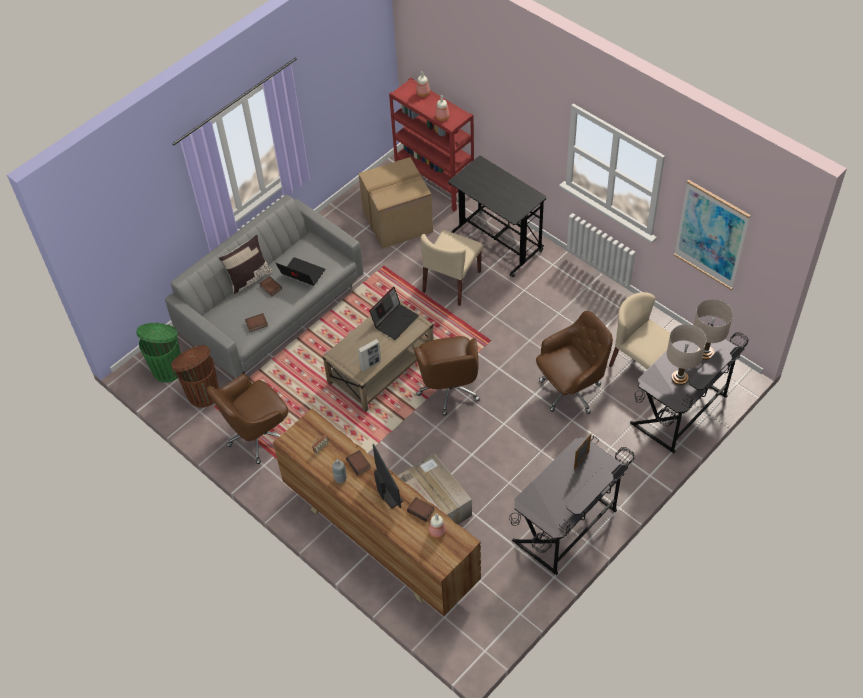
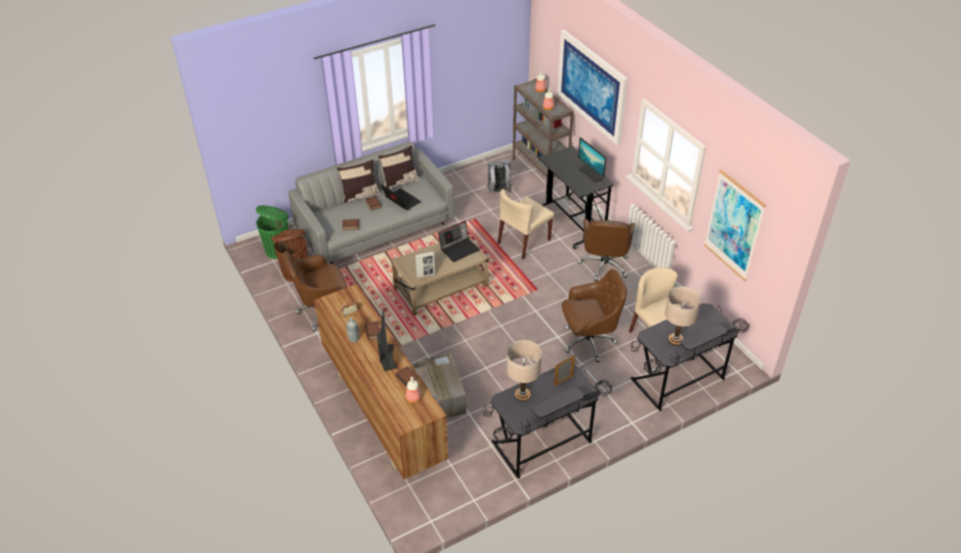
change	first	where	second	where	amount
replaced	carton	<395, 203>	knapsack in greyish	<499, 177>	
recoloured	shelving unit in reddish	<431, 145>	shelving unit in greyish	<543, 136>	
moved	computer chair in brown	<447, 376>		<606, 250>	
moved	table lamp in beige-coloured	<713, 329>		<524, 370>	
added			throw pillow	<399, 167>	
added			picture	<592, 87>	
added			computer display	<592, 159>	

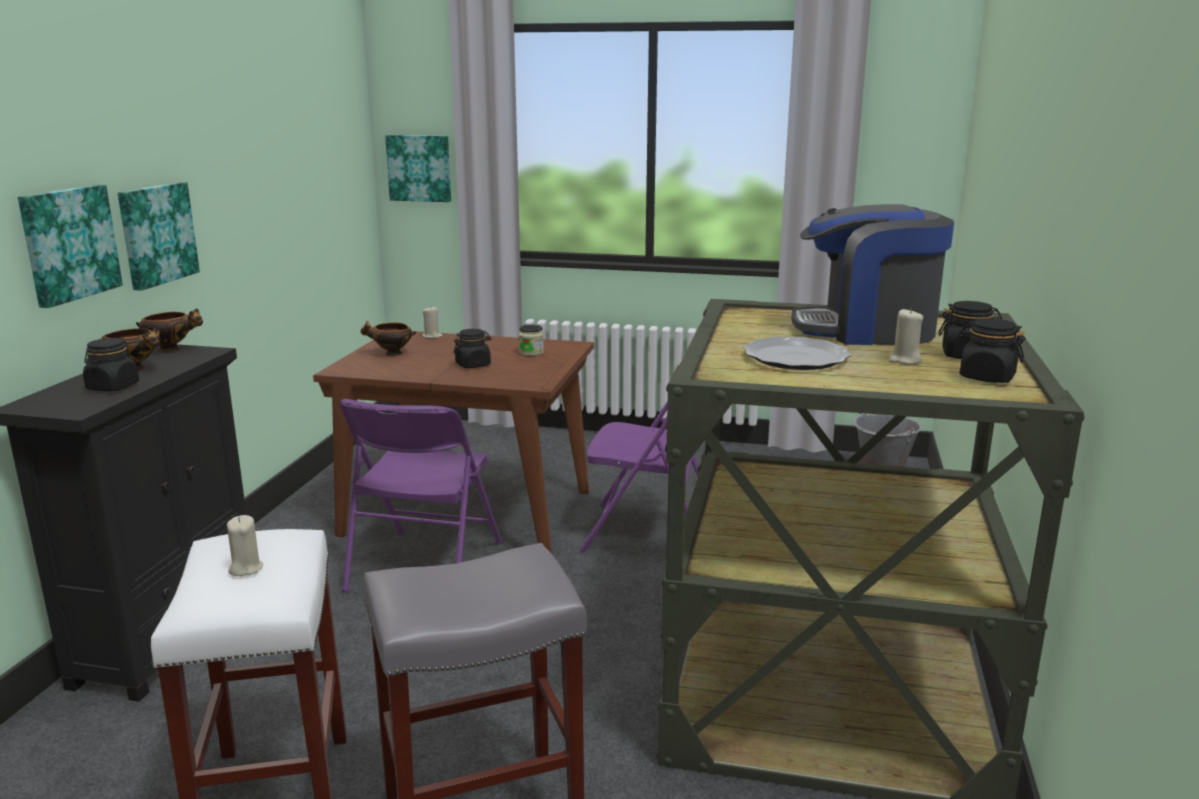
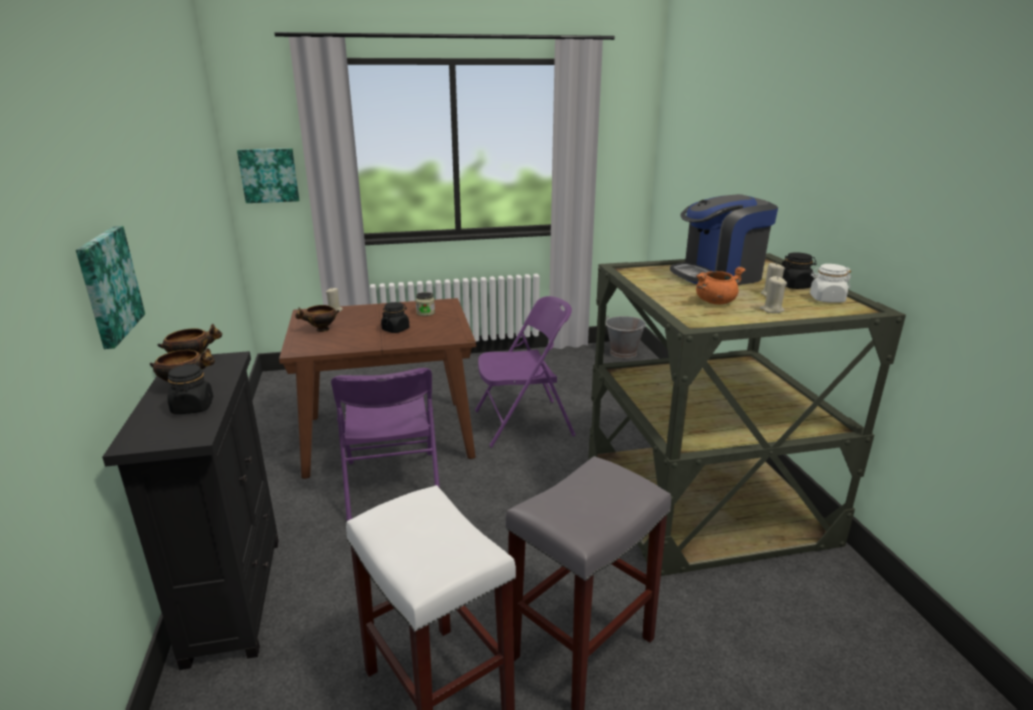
change	first	where	second	where	amount
removed	picture	<159, 236>			
moved	candle in beige-coloured	<245, 545>		<773, 294>	
replaced	plate	<797, 353>	saucepot in orange	<721, 286>	
recoloured	preserve jar in black	<991, 350>	preserve jar in white	<831, 283>	

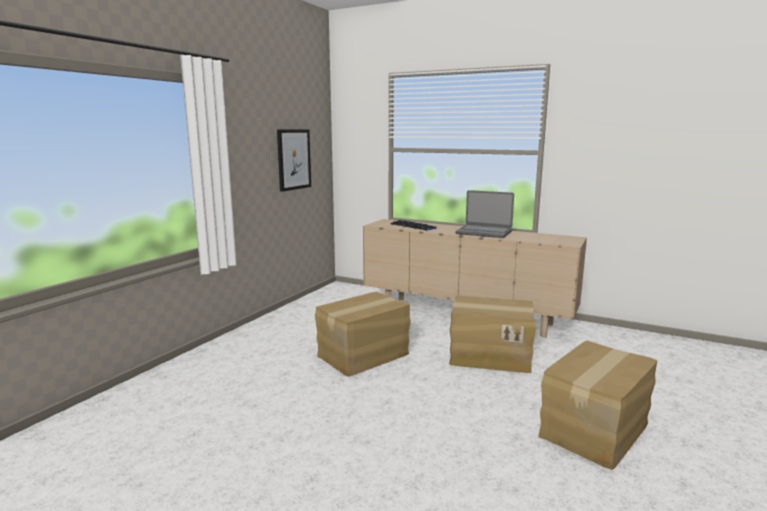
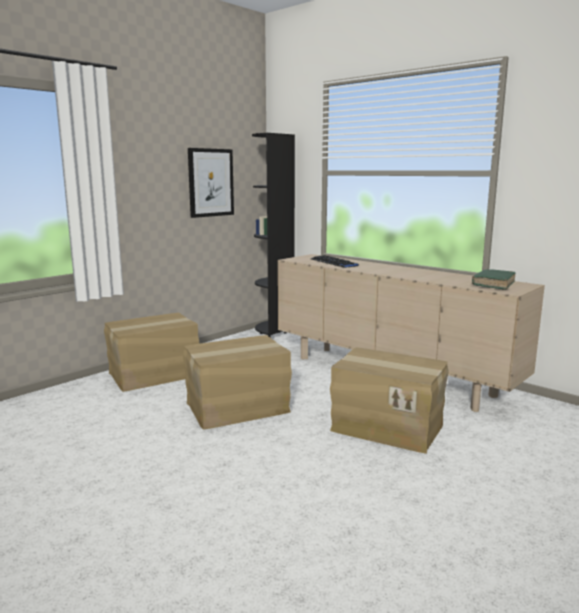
change	first	where	second	where	amount
removed	notebook computer	<484, 214>			
moved	carton	<597, 405>		<151, 352>	
added			shelving unit in black	<273, 235>	
added			bound book in green-coloured	<493, 279>	

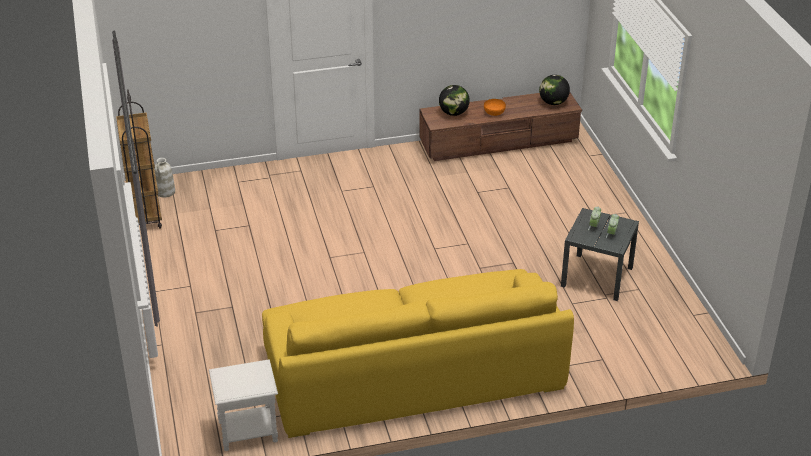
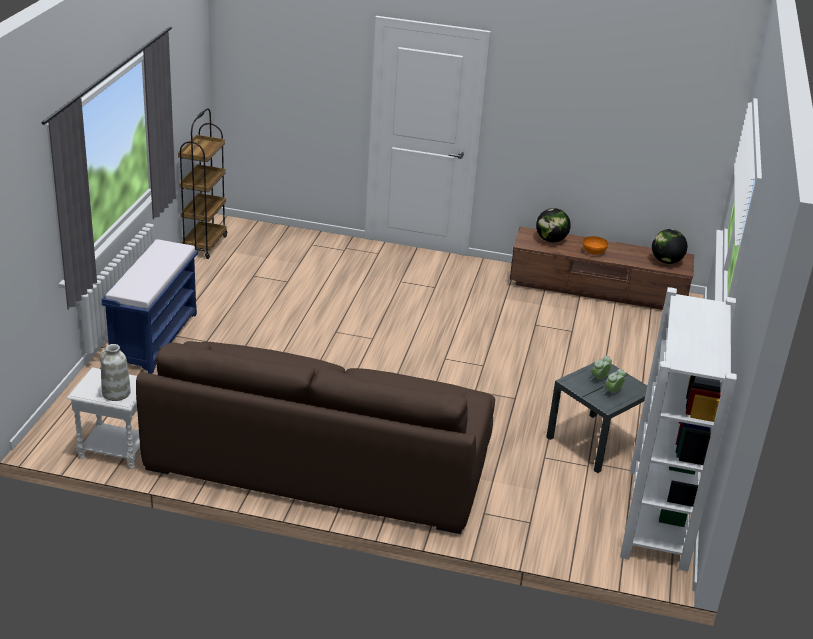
change	first	where	second	where	amount
moved	decorative vase in white	<164, 178>		<115, 372>	
recoloured	settee in yellowish	<418, 353>	settee in brown	<315, 437>	
added			indoor bench in blue-coloured	<150, 306>	
added			shelving unit in white	<678, 429>	

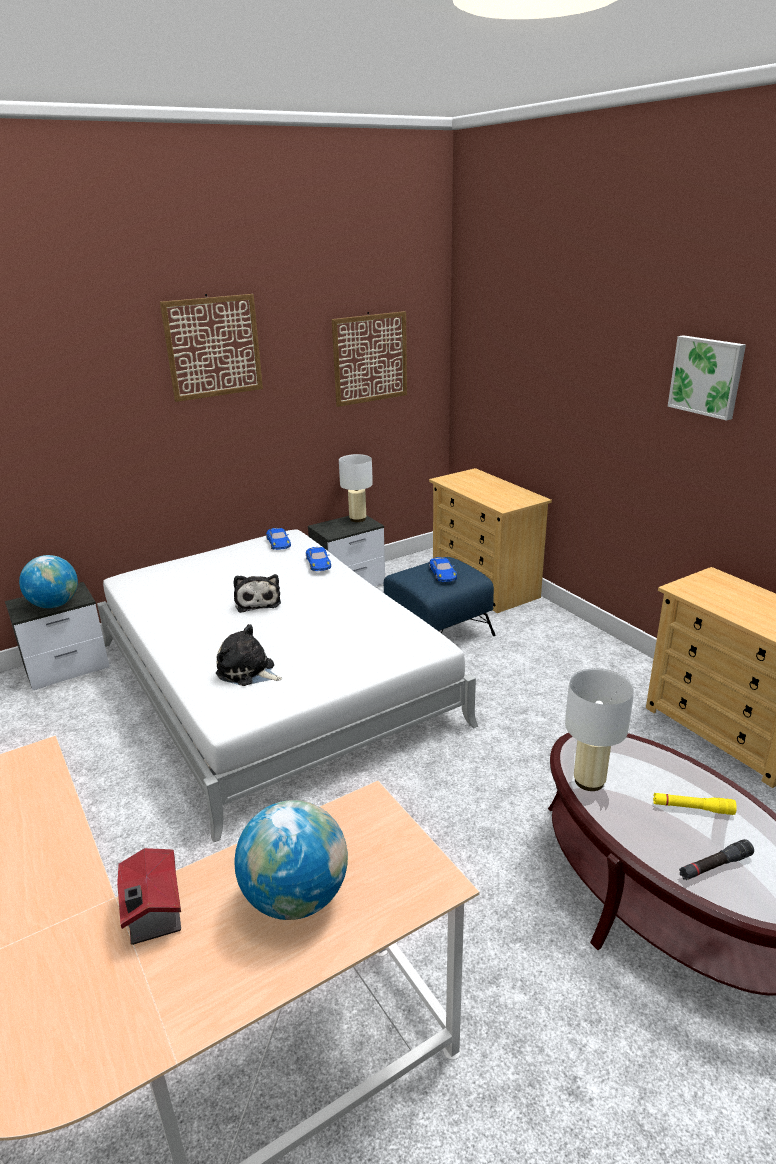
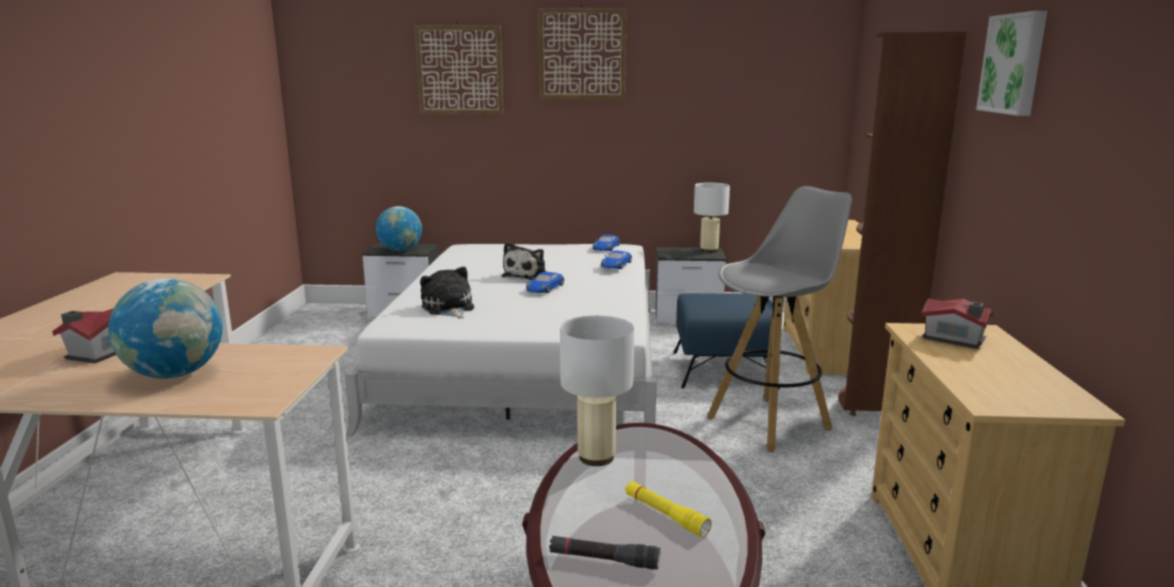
change	first	where	second	where	amount
moved	picture	<369, 359>		<459, 68>	
moved	model car in blue-coloured	<443, 569>		<545, 282>	
added			sitting stool in greyish	<779, 319>	
added			shelving unit in brown	<902, 224>	
added			toy house	<957, 324>	

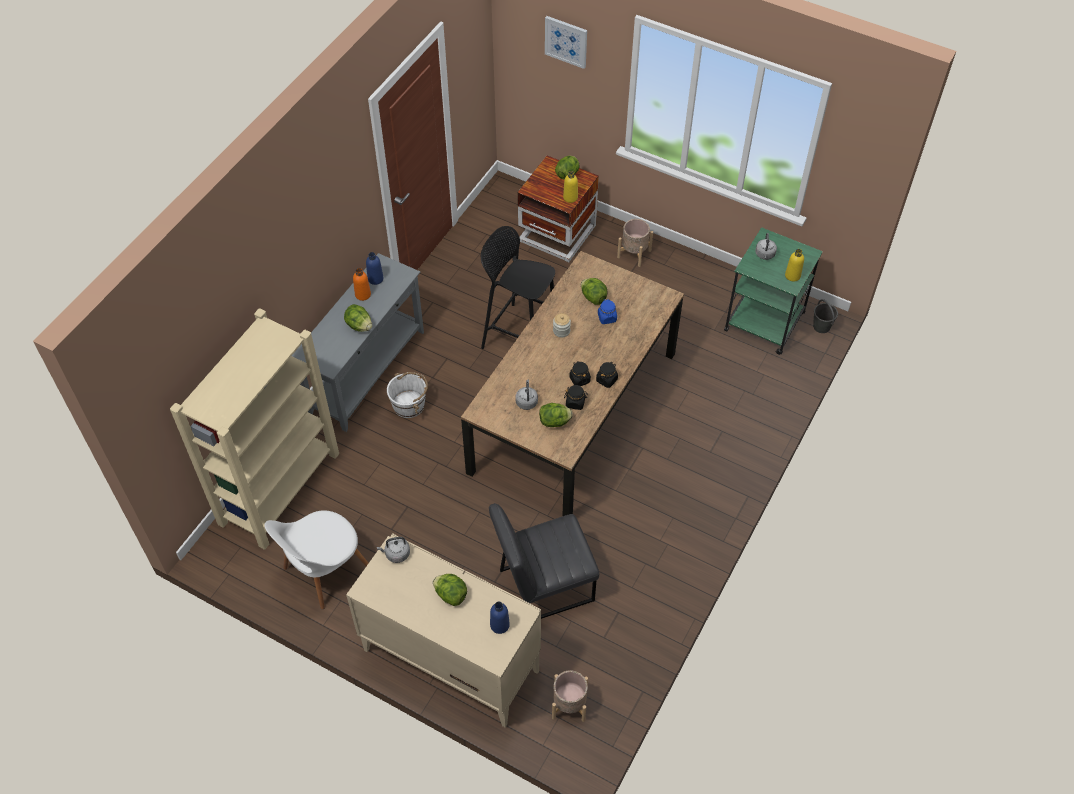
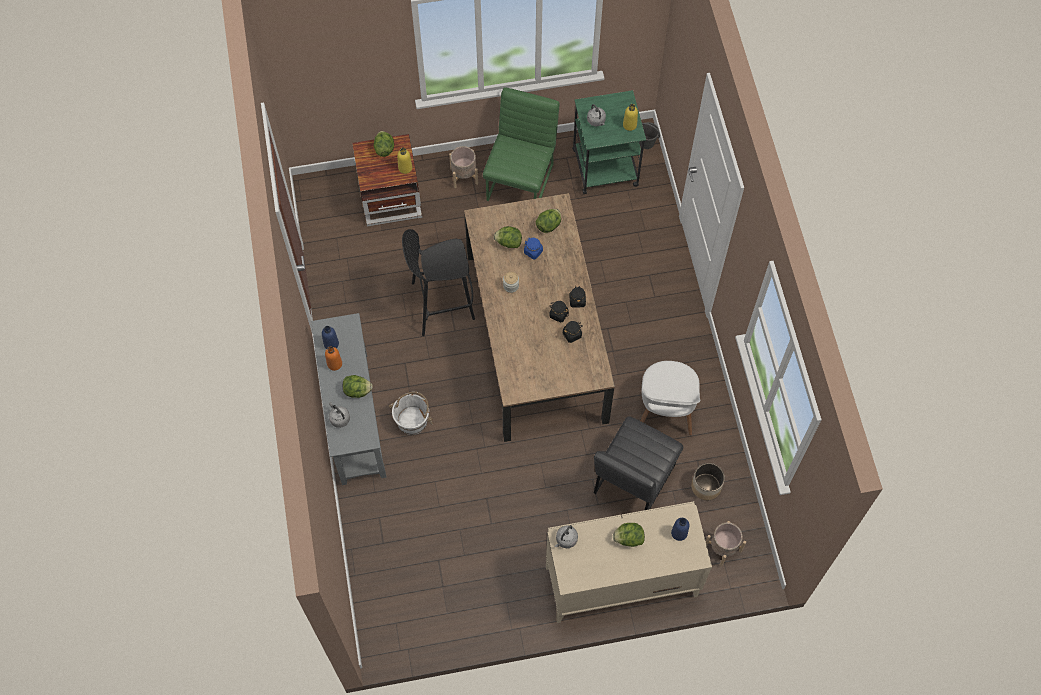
change	first	where	second	where	amount
removed	shelving unit in beige-coloured	<254, 429>			
moved	chair in white	<316, 559>		<670, 398>	
moved	tea kettle in greyish	<526, 394>		<339, 415>	
moved	head of lettuce	<556, 415>		<548, 221>	
removed	picture	<566, 42>			
added			chair in green-coloured	<521, 144>	
added			planter	<708, 481>	

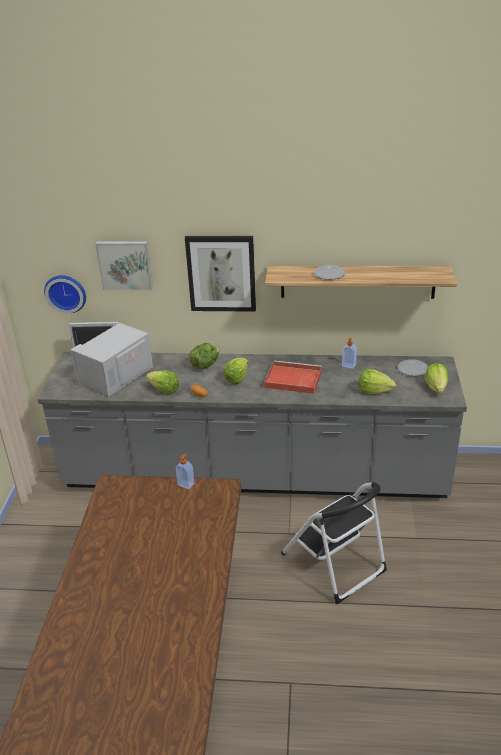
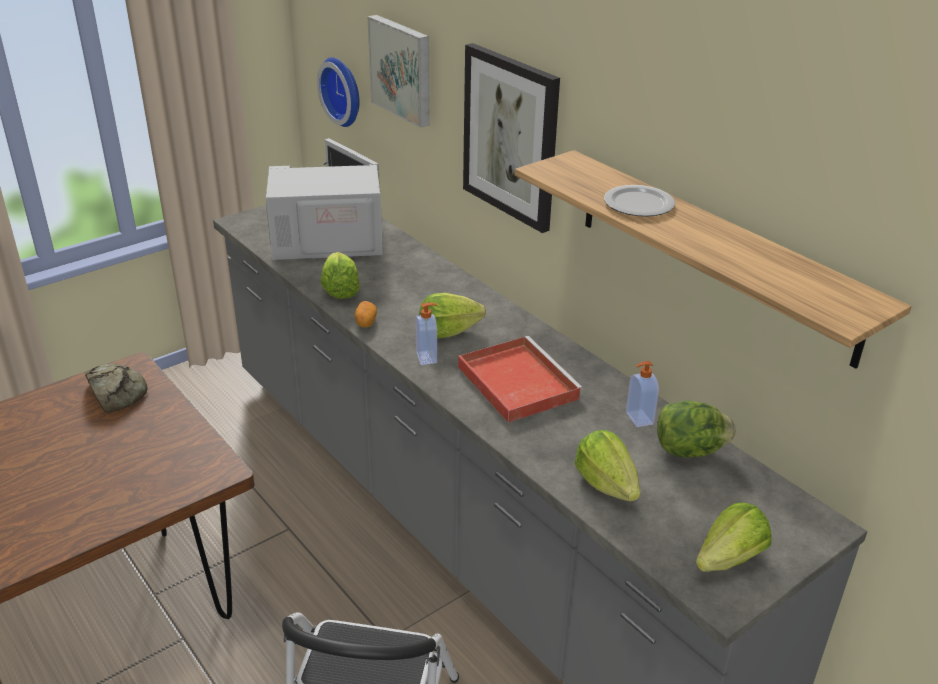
change	first	where	second	where	amount
moved	liquid soap bottle	<185, 471>		<426, 334>	
moved	head of lettuce	<204, 356>		<696, 429>	
removed	plate	<413, 367>			
added			bread	<116, 388>	

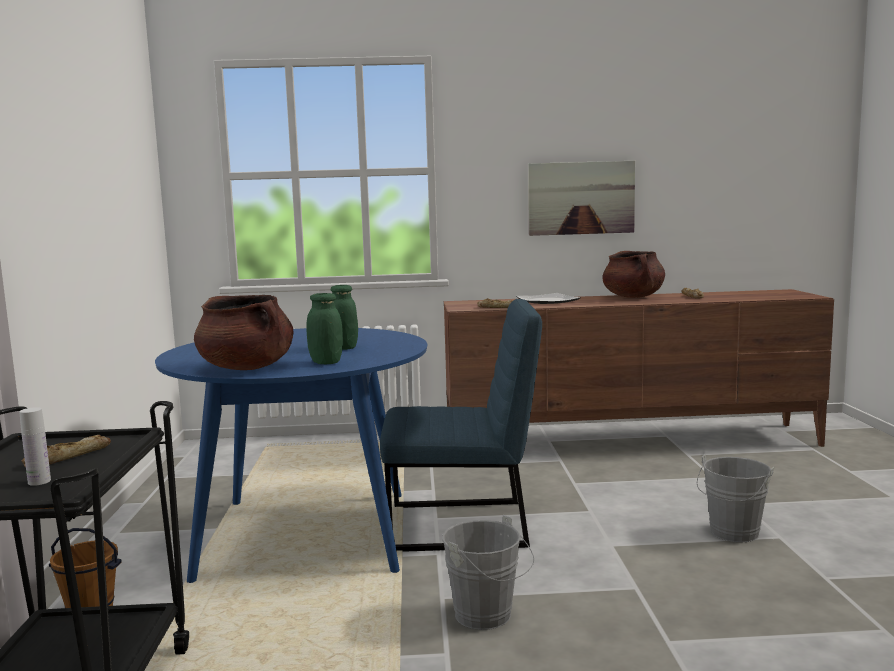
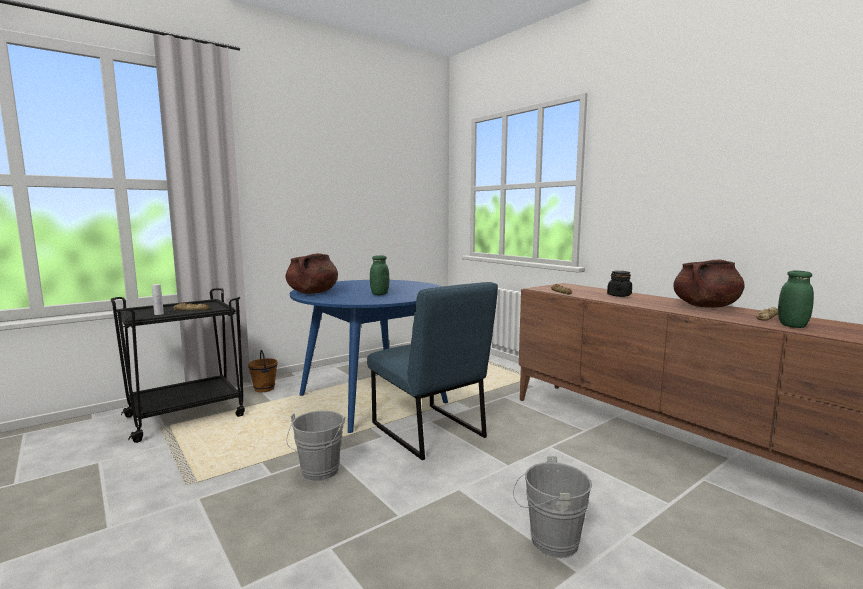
change	first	where	second	where	amount
moved	preserve jar in green-coloured	<325, 328>		<796, 299>	
replaced	plate	<548, 298>	preserve jar in black	<619, 284>	
removed	picture	<581, 198>			

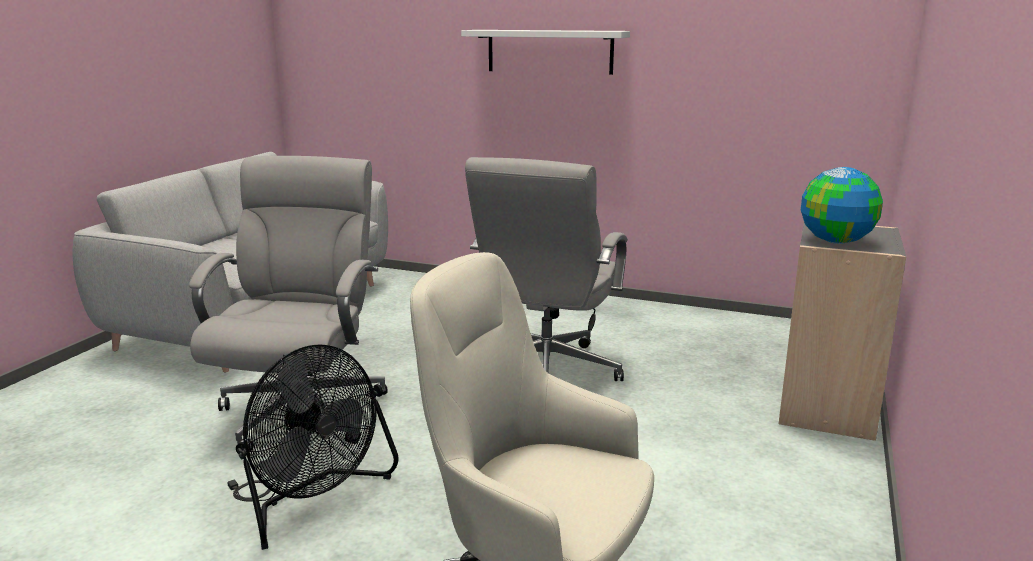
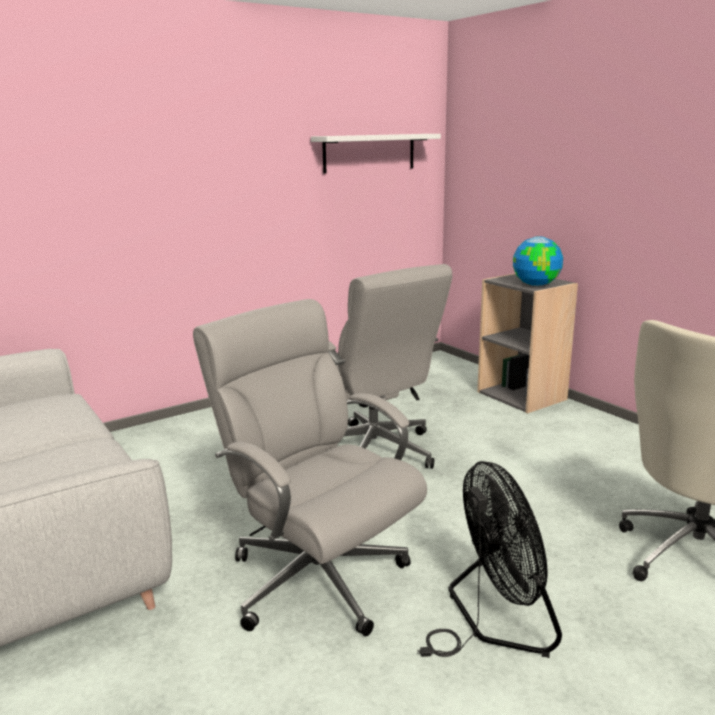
change	first	where	second	where	amount
moved	bracket shelf in white	<545, 52>		<376, 154>	

